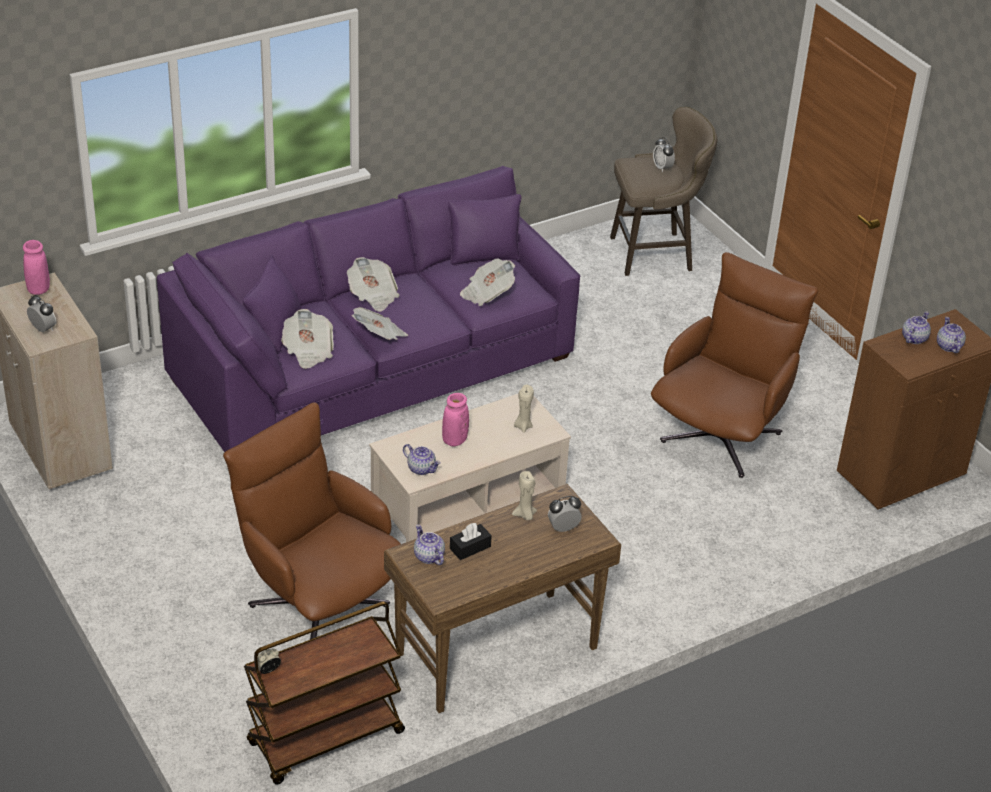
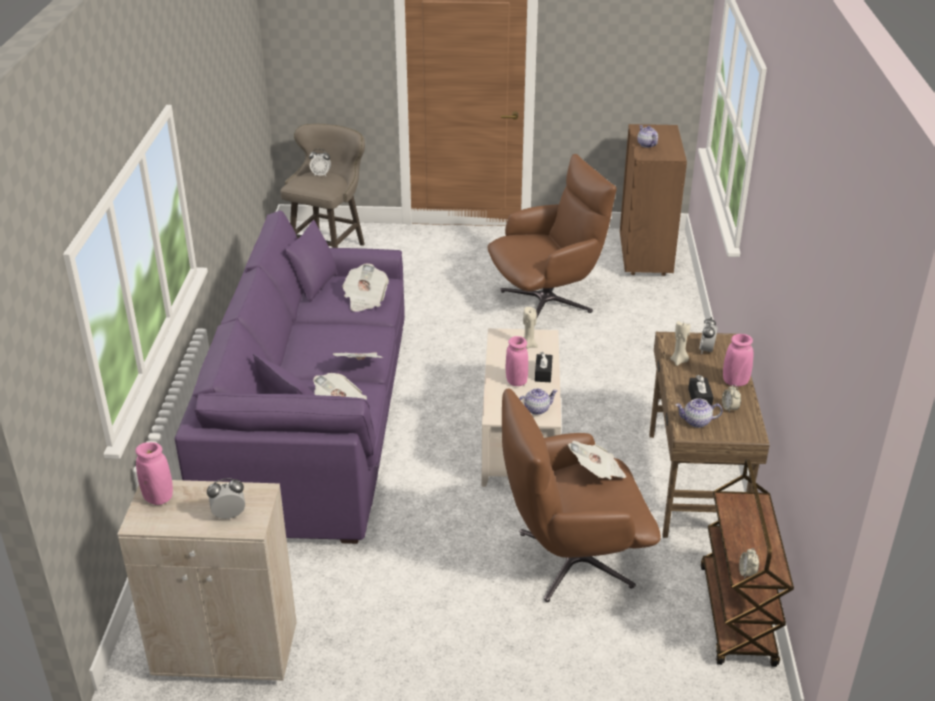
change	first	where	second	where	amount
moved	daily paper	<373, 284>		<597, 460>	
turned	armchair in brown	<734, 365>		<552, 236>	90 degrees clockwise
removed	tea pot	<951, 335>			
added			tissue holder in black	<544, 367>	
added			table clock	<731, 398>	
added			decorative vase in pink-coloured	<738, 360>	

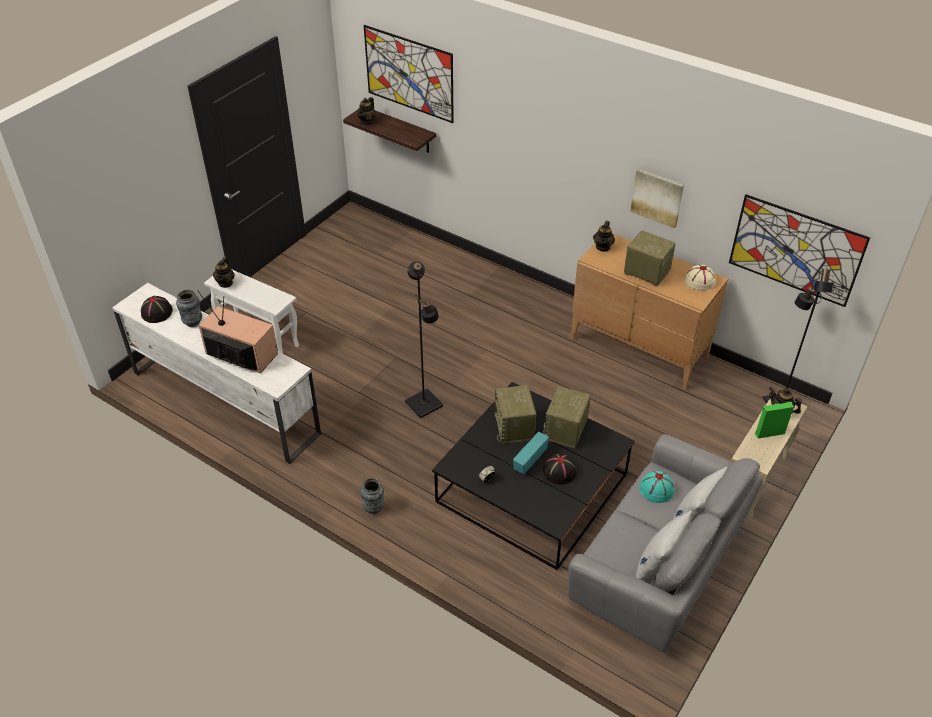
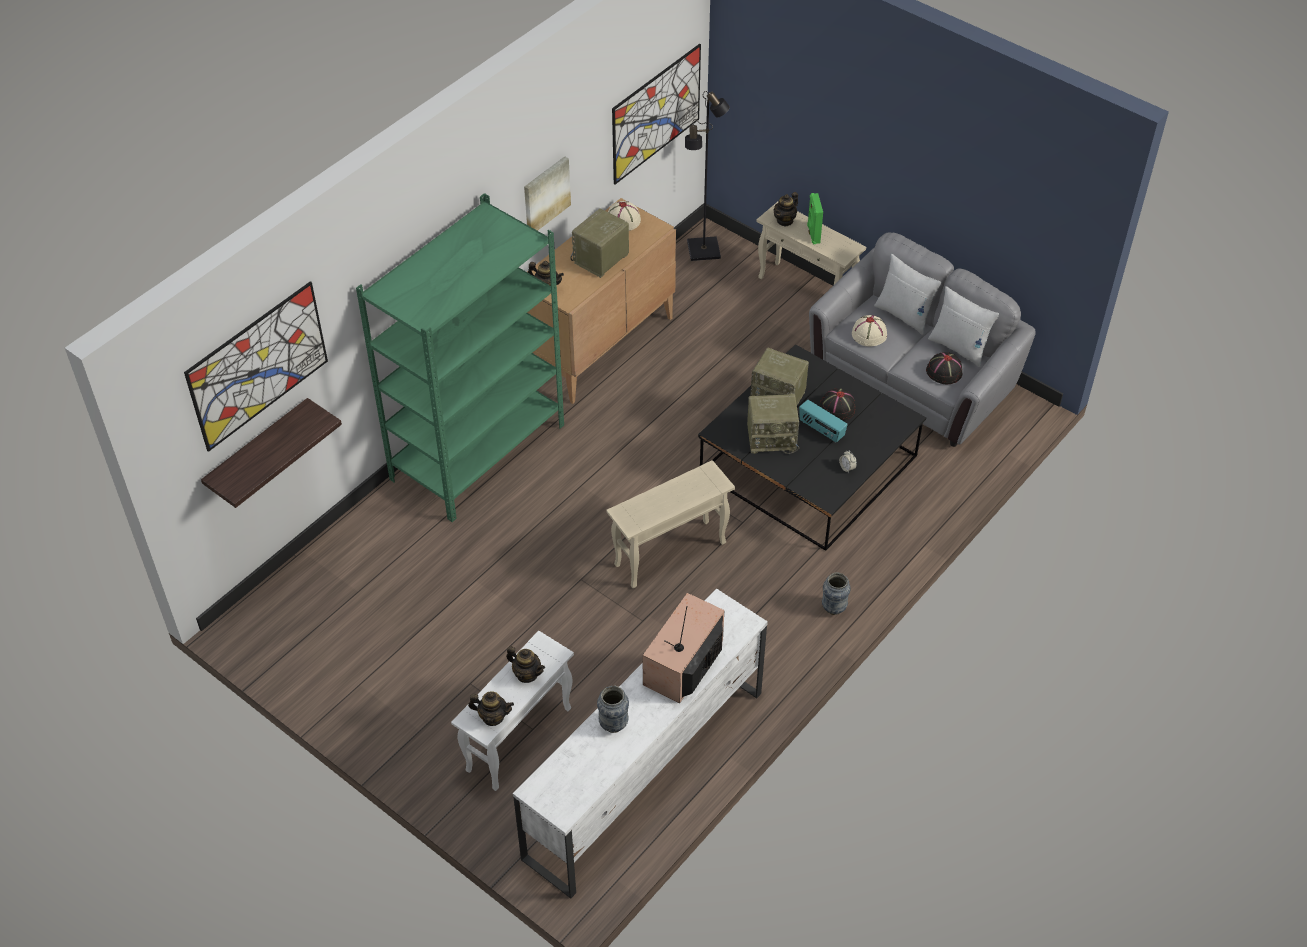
change	first	where	second	where	amount
moved	clothing hat in black	<157, 309>		<944, 368>	
moved	tea pot	<366, 111>		<525, 664>	
replaced	standing lamp in black	<424, 339>	accent table in beige-coloured	<670, 524>	
recoloured	clothing hat in blue-green	<656, 487>	clothing hat in beige-coloured	<869, 330>	
added			shelving unit in green-coloured	<460, 357>	

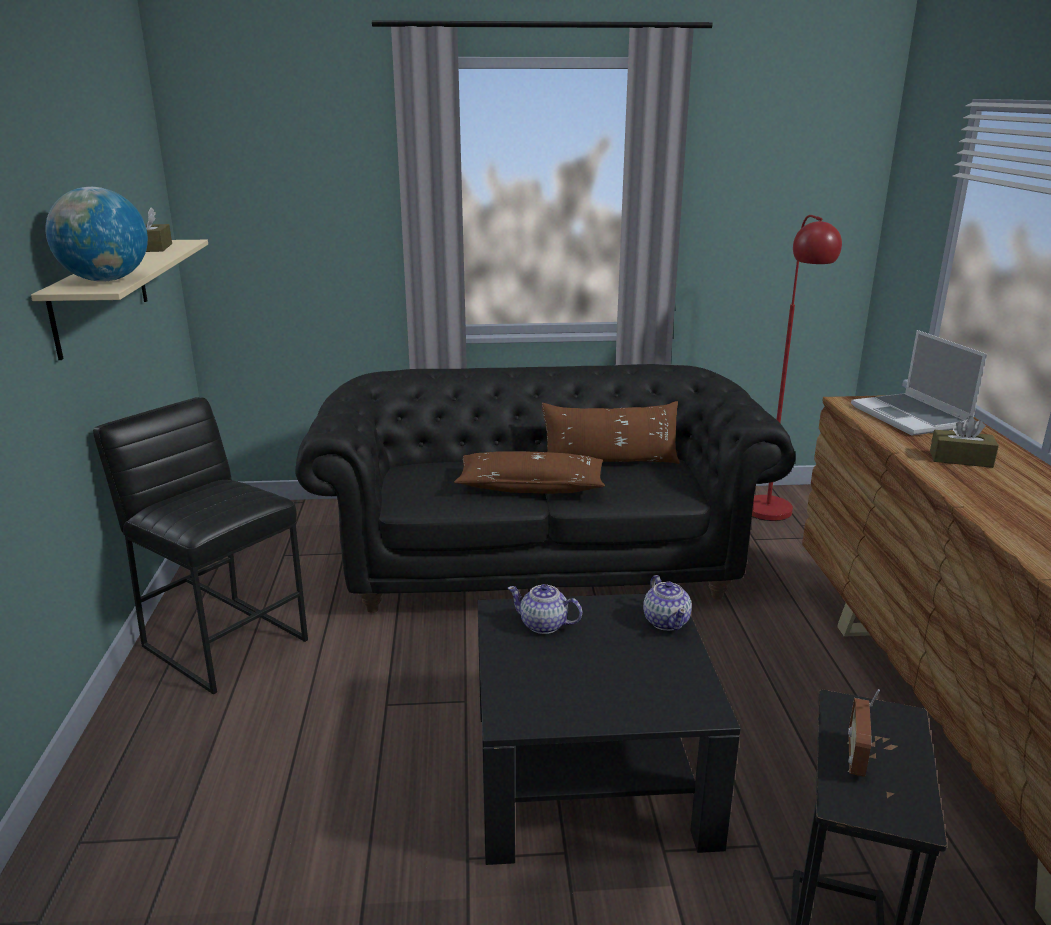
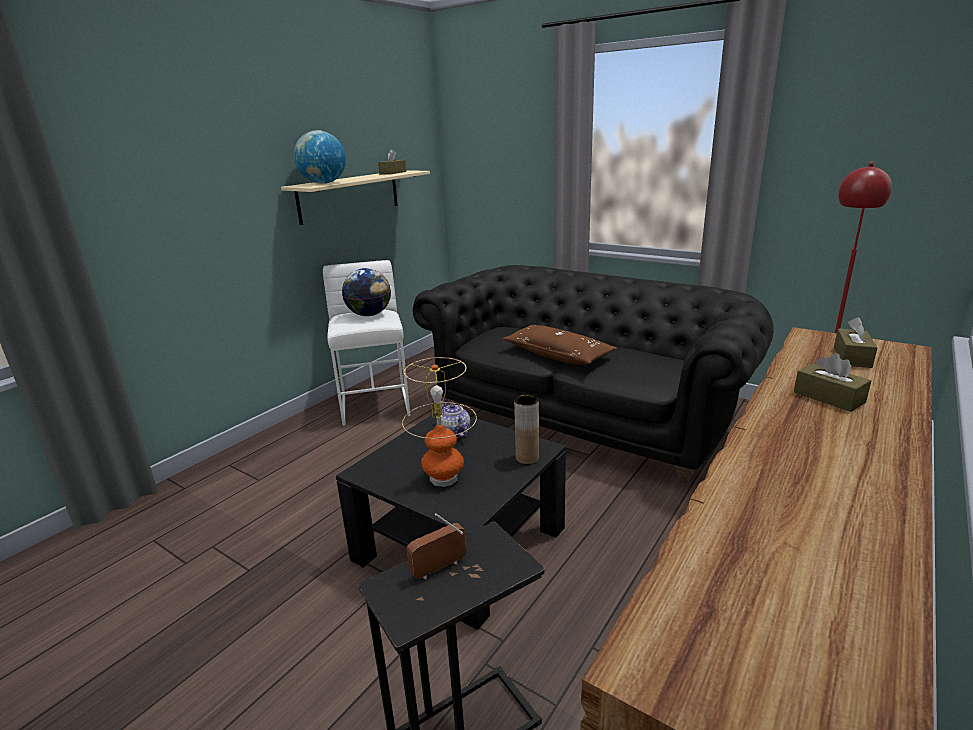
change	first	where	second	where	amount
recoloured	sitting stool in black	<200, 545>	sitting stool in white	<367, 343>	
removed	throw pillow in brown	<611, 432>			
replaced	tea pot	<667, 603>	decorative vase in brown	<526, 429>	
replaced	notebook computer	<919, 383>	tissue holder in brown	<855, 342>	
added			globe	<366, 292>	
added			table lamp	<439, 422>	

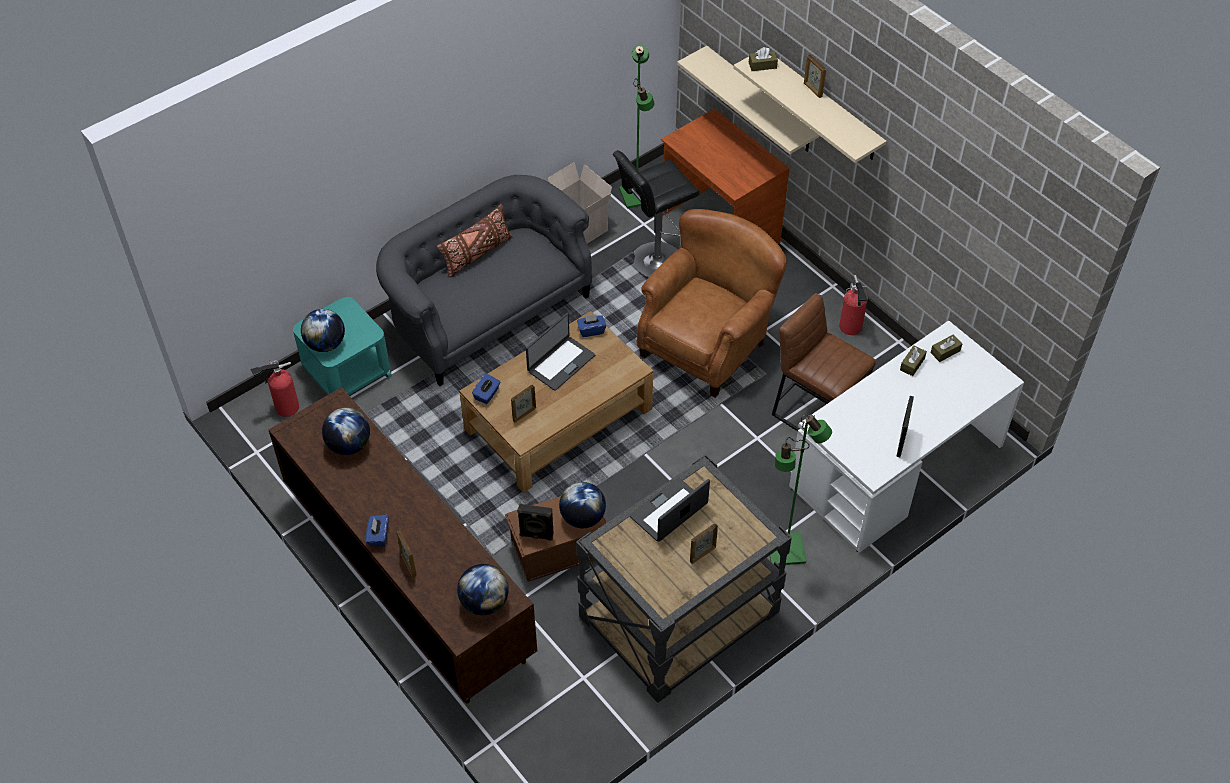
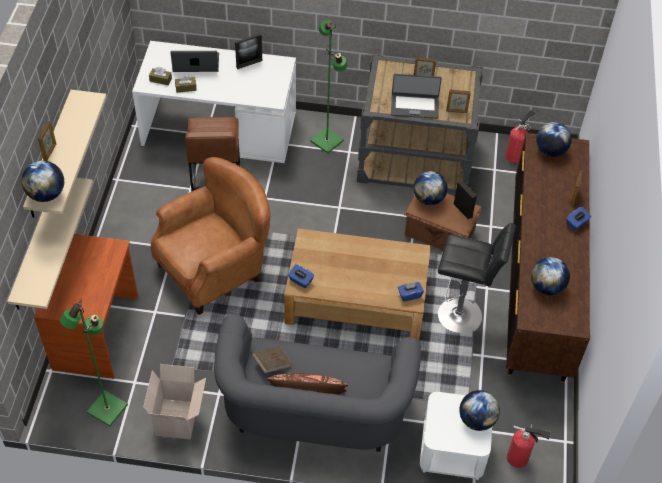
change	first	where	second	where	amount
recoloured	accent table in blue-green	<342, 346>	accent table in white	<456, 436>	
moved	standing frame	<523, 404>		<458, 101>	
moved	notebook computer	<560, 352>		<194, 61>	
moved	sitting stool in black	<656, 213>		<477, 278>	
turned	armchair in brown	<711, 303>		<211, 236>	150 degrees clockwise
replaced	tissue holder in brown	<763, 59>	globe	<43, 181>	
moved	fire-fighting cylinder	<853, 305>		<520, 136>	
added			bound book in brown	<272, 359>	

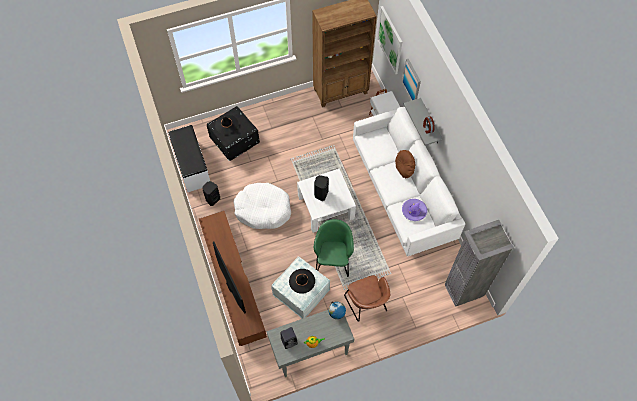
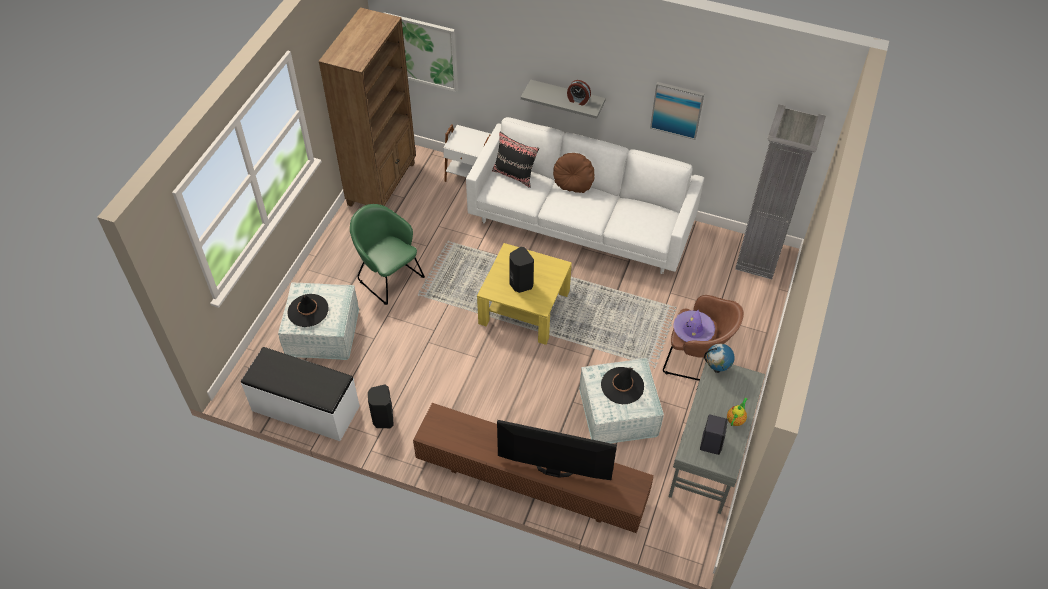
change	first	where	second	where	amount
recoloured	pouffe in black	<233, 133>	pouffe in white	<318, 321>	
removed	dog bed in white	<262, 206>			
recoloured	lounge table in white	<326, 201>	lounge table in yellowish	<524, 294>	
moved	armchair in green-coloured	<334, 248>		<387, 254>	
moved	picture	<411, 79>		<677, 111>	
moved	clothing hat in purple-coloured	<414, 210>		<694, 326>	
added			throw pillow in black	<515, 160>	

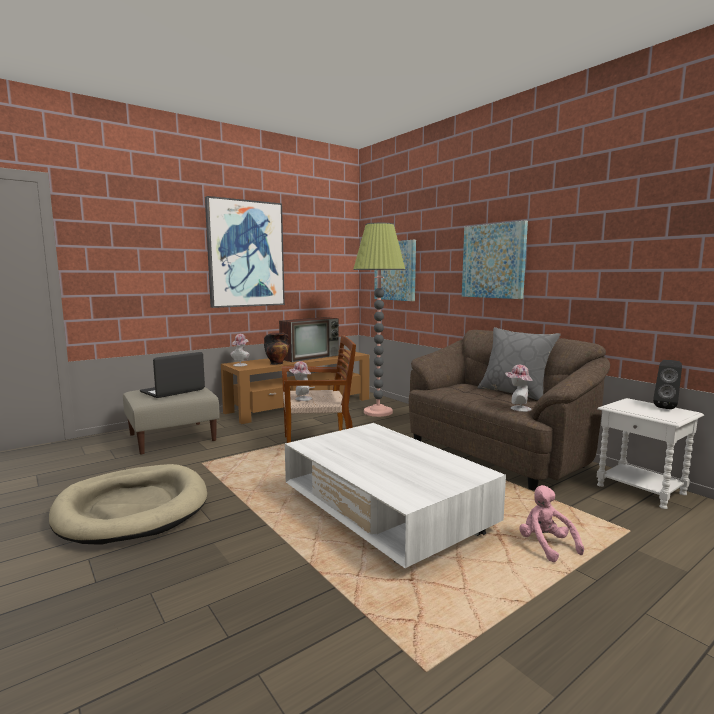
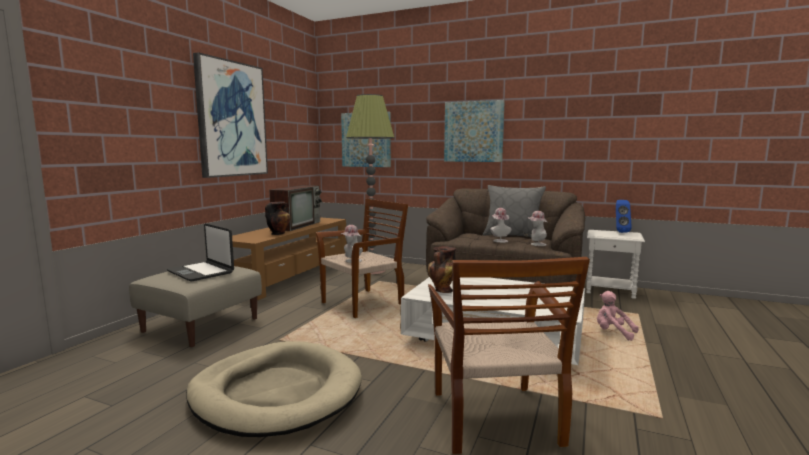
change	first	where	second	where	amount
turned	notebook computer	<172, 375>		<200, 252>	60 degrees counterclockwise
moved	clothing hat	<240, 350>		<501, 225>	
recoloured	speaker in black	<667, 384>	speaker in blue-coloured	<624, 216>	
added			decorative vase	<442, 269>	
added			armchair in brown	<509, 355>	

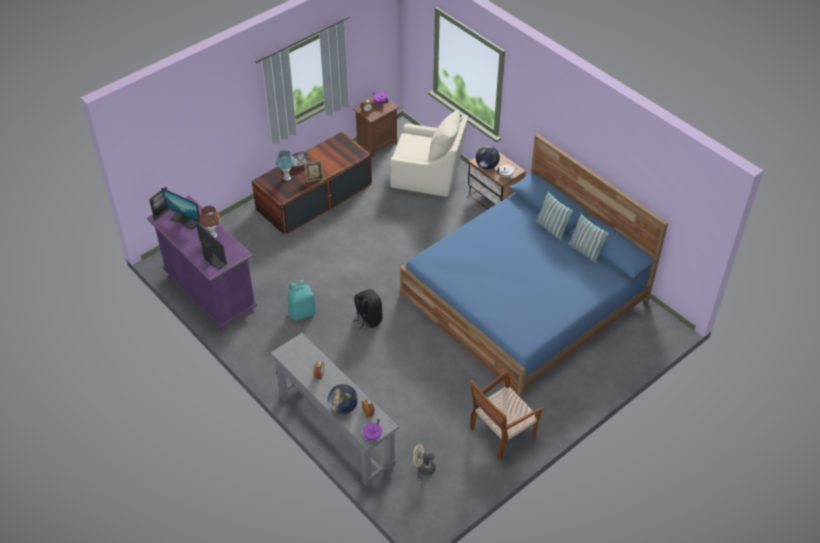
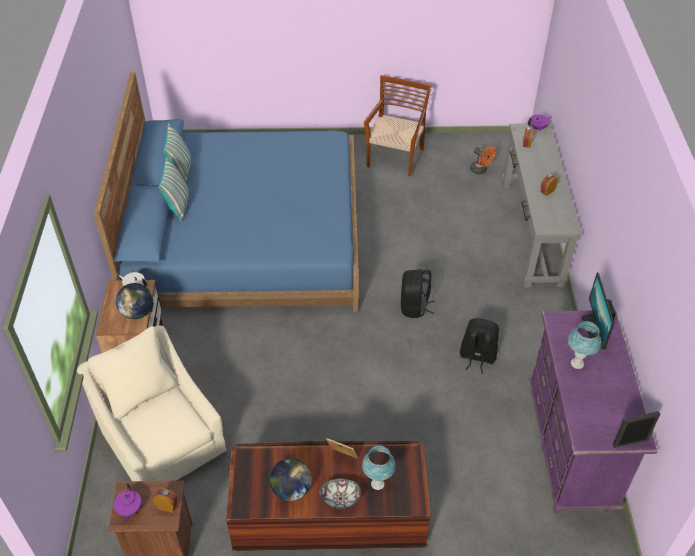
change	first	where	second	where	amount
removed	computer display	<181, 209>			
recoloured	table lamp in brown	<210, 222>	table lamp in blue-coloured	<584, 345>	
recoloured	knapsack in blue-green	<302, 300>	knapsack in black	<479, 346>	
moved	globe	<343, 399>		<290, 479>	
recoloured	cooling fan in beige-coloured	<424, 459>	cooling fan in orange	<482, 160>	
turned	armchair in brown	<507, 416>		<397, 126>	75 degrees counterclockwise

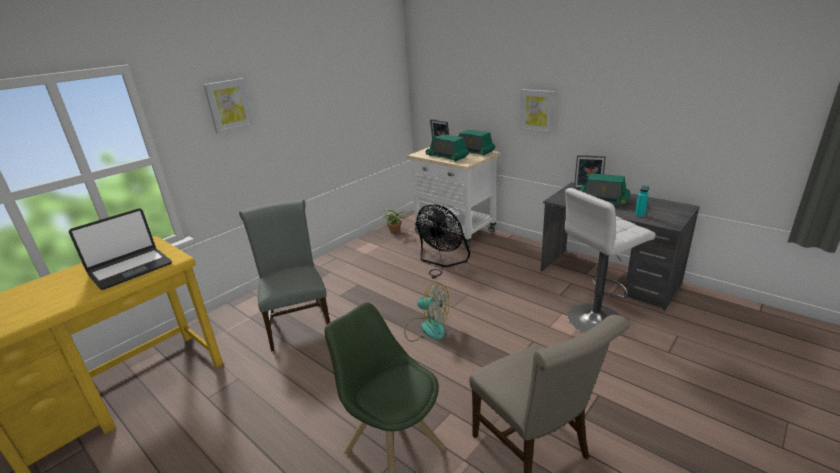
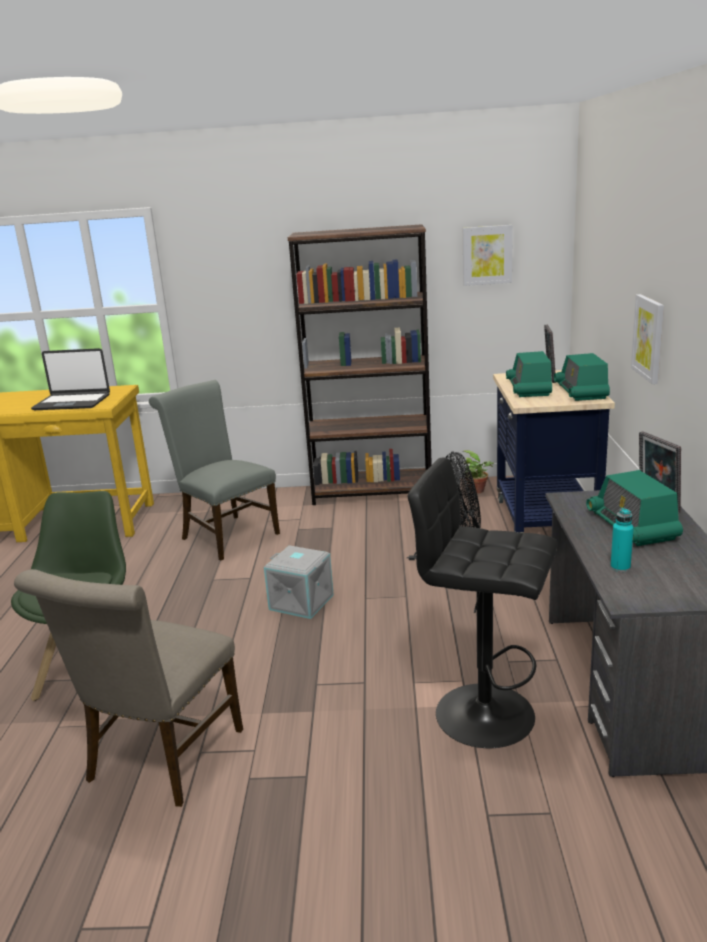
change	first	where	second	where	amount
moved	picture	<229, 105>		<488, 255>	
turned	chair in greyish	<284, 275>		<214, 470>	75 degrees counterclockwise
replaced	cooling fan	<426, 312>	storage container in greyish	<299, 582>	
recoloured	cart in white	<453, 198>	cart in blue-coloured	<554, 451>	
recoloured	sitting stool in white	<610, 260>	sitting stool in black	<483, 602>	
added			shelving unit in brown	<360, 364>	

